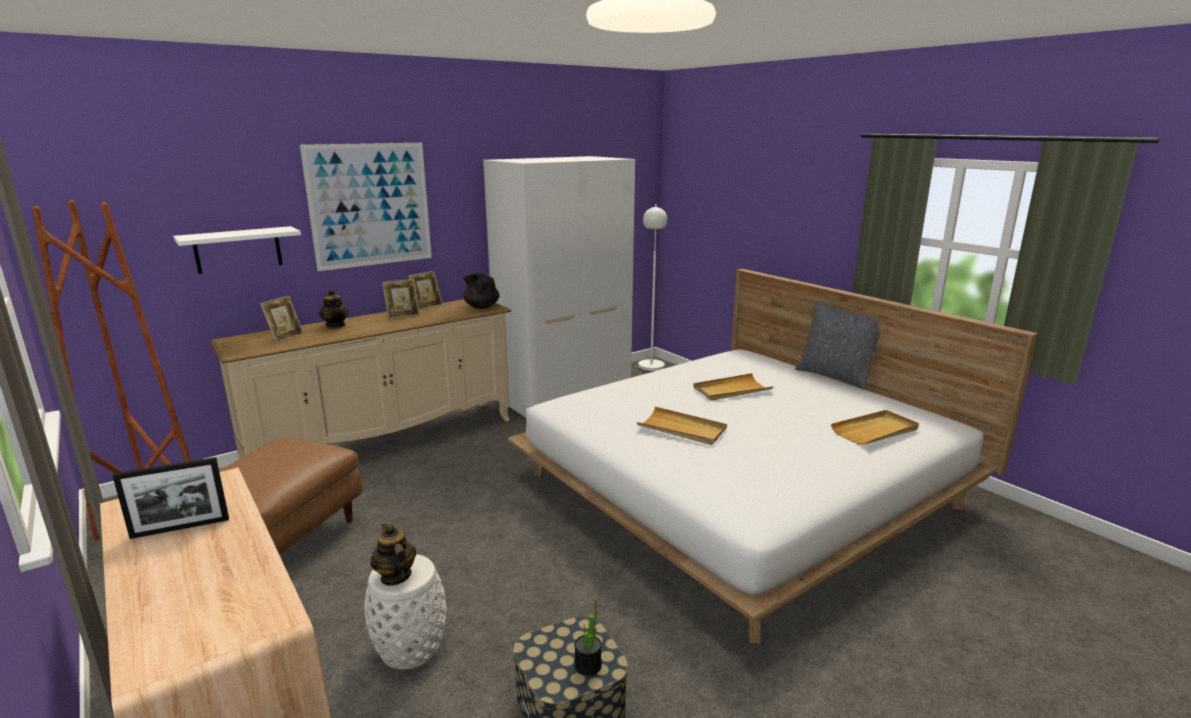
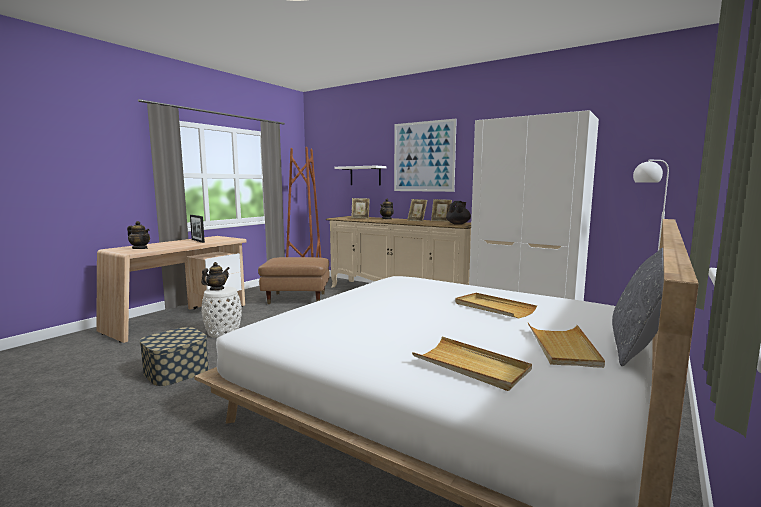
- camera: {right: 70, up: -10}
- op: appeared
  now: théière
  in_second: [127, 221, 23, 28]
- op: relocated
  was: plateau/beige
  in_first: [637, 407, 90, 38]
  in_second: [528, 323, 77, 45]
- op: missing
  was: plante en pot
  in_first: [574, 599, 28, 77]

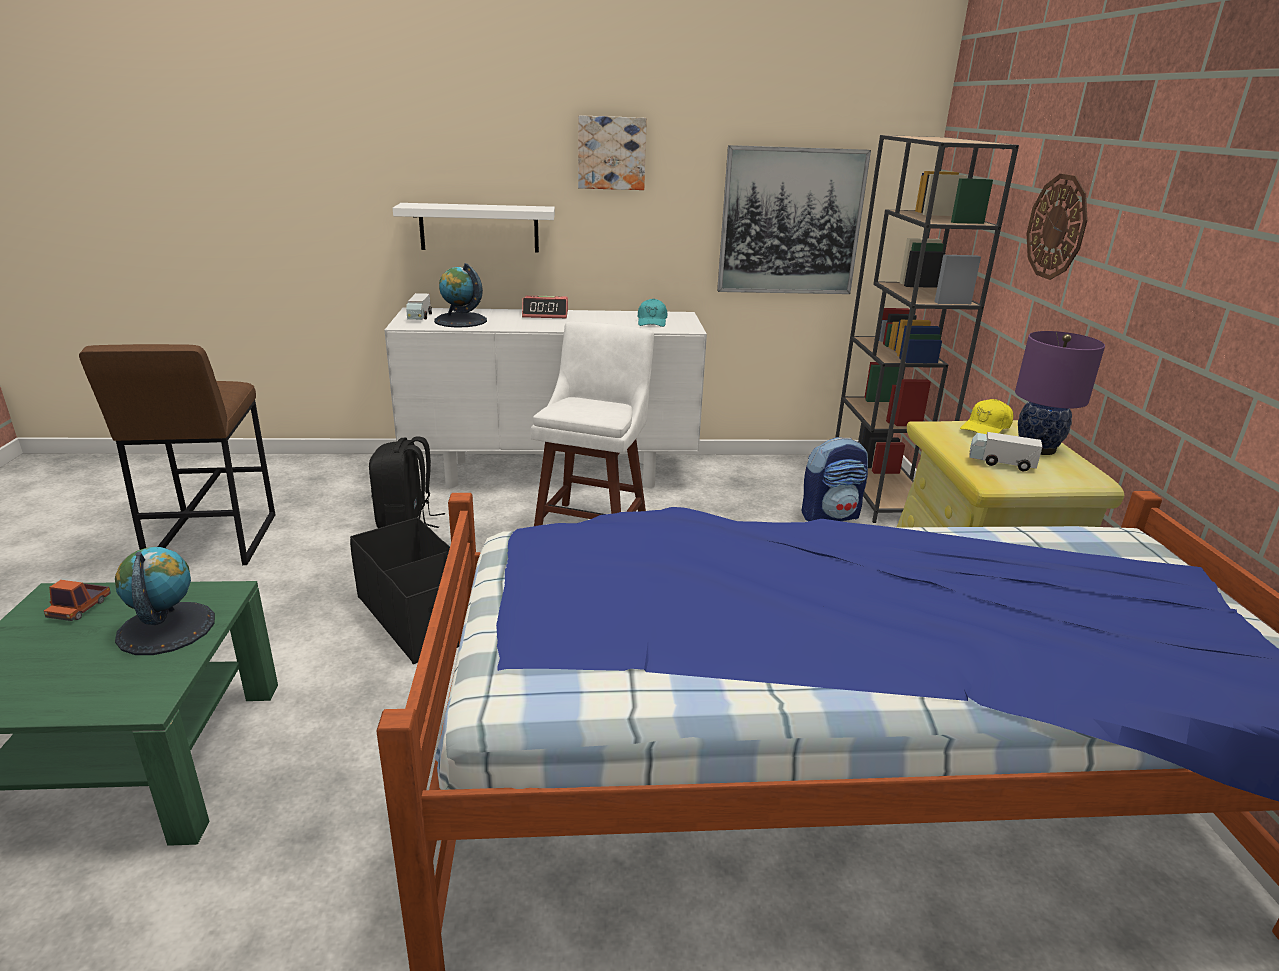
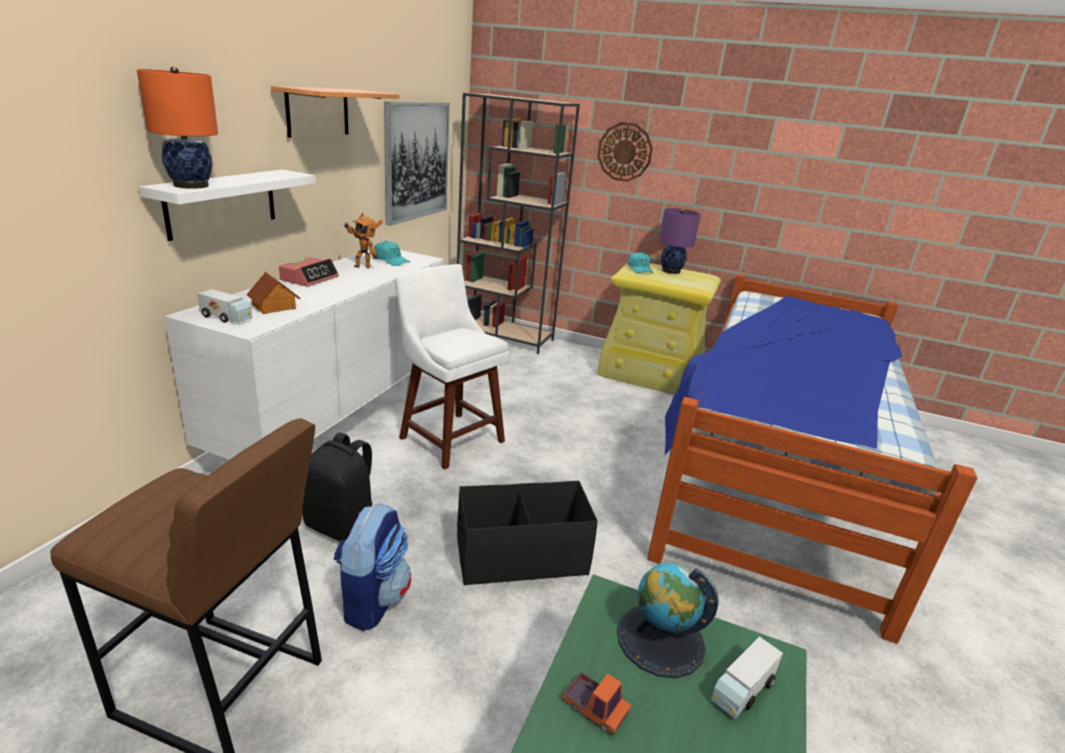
- camera: {right: -65, up: 0}
- op: appeared
  now: lampe de table/orange
  in_second: [137, 66, 81, 123]
- op: exchanged
  was: globe
  now: maison miniature
  in_first: [434, 263, 53, 64]
  in_second: [246, 272, 54, 42]
- op: exchanged
  was: tableau
  now: étagère
  in_first: [578, 115, 69, 75]
  in_second: [271, 86, 128, 52]
- op: relocated
  was: sac à dos
  in_first: [802, 437, 66, 84]
  in_second: [333, 503, 78, 128]
- op: appeared
  now: robot jouet
  in_second: [343, 213, 40, 55]
- op: colour
  was: casquette/jaune
  now: casquette/turquoise
  in_first: [960, 399, 54, 35]
  in_second: [628, 252, 25, 21]
- op: relocated
  was: camion jouet
  in_first: [970, 432, 72, 40]
  in_second: [711, 636, 72, 83]

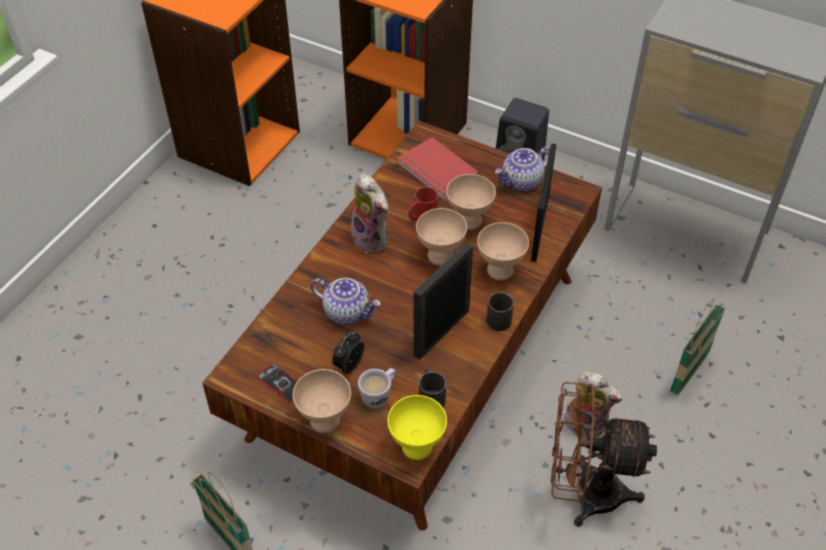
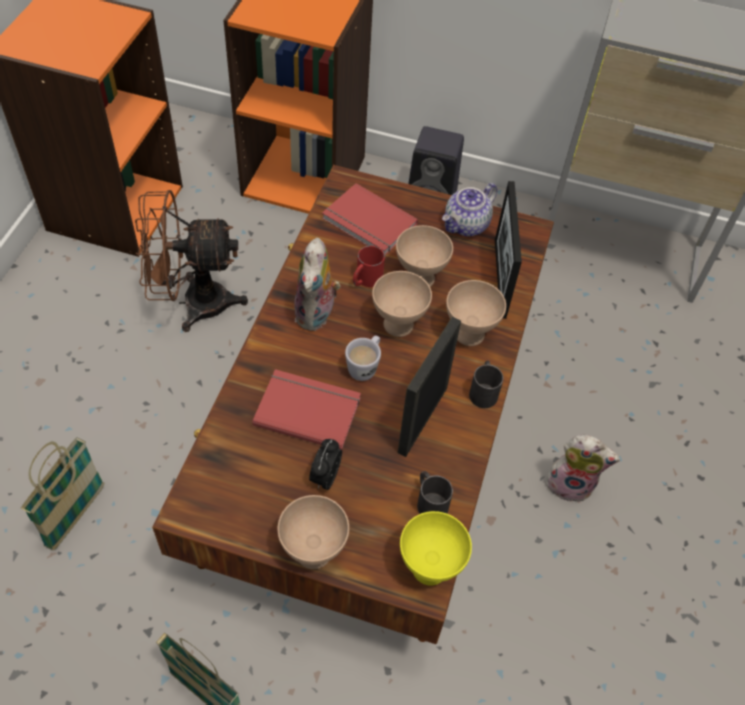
- camera: {right: -15, up: 5}
- op: relocated
  was: panier
  in_first: [670, 299, 56, 97]
  in_second: [20, 438, 84, 113]
- op: relocated
  was: ventilateur/marron
  in_first: [551, 382, 106, 145]
  in_second: [135, 190, 113, 142]
- op: exchanged
  was: théière
  now: livre/rouge
  in_first: [311, 278, 70, 47]
  in_second: [252, 369, 109, 81]
- op: spun
  was: peluche
  in_first: [351, 173, 38, 81]
  in_second: [294, 238, 46, 93]
  clockwise: 60
- op: relocated
  was: mug/blanc
  in_first: [358, 368, 38, 41]
  in_second: [345, 336, 36, 45]
- op: missing
  was: téléphone
  in_first: [258, 363, 39, 40]

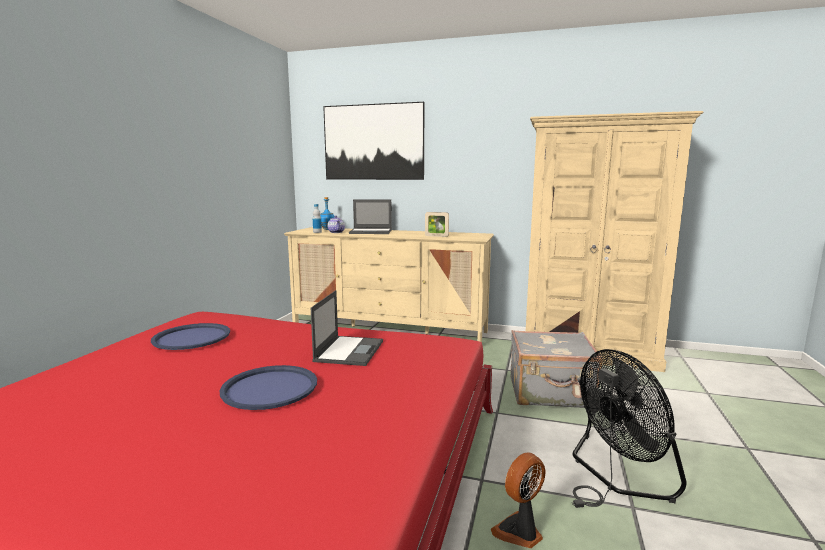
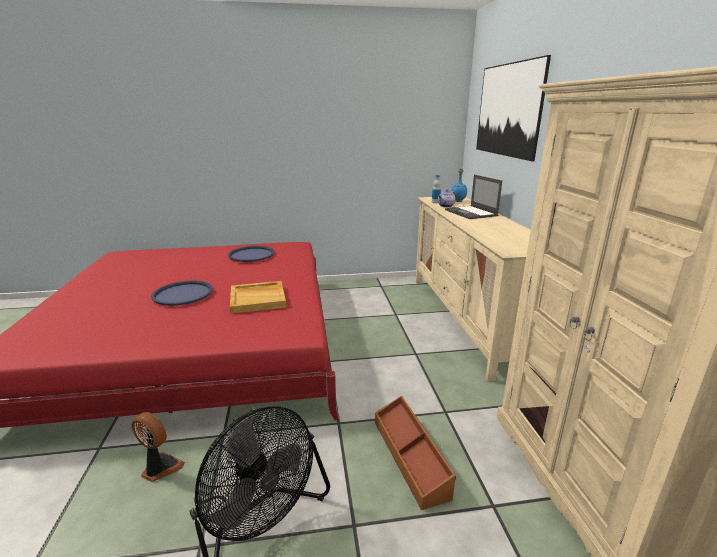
- camera: {right: 65, up: 10}
- op: exchanged
  was: ordinateur portable
  now: plateau/beige
  in_first: [311, 290, 72, 76]
  in_second: [230, 281, 56, 33]
- op: exchanged
  was: valise/gris
  now: boîte de rangement/marron
  in_first: [511, 330, 91, 78]
  in_second: [375, 395, 81, 115]
- op: missing
  was: cadre photo
  in_first: [425, 212, 24, 25]

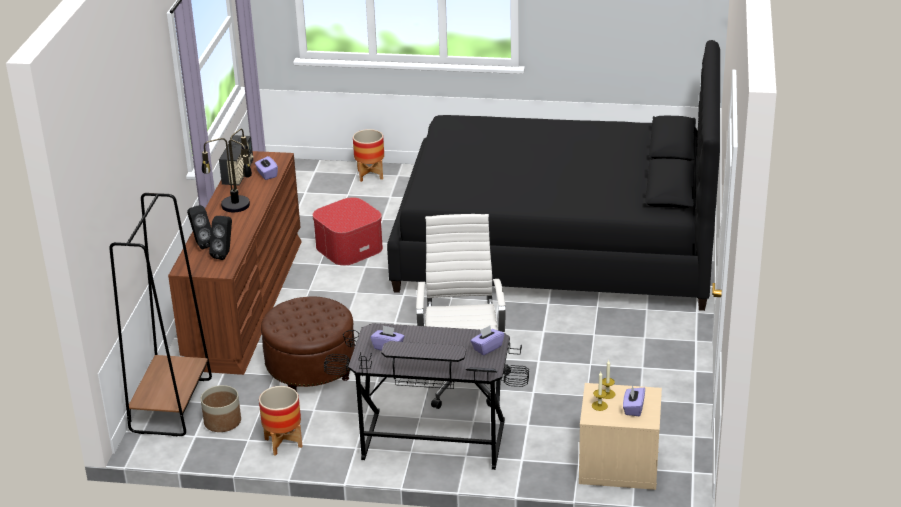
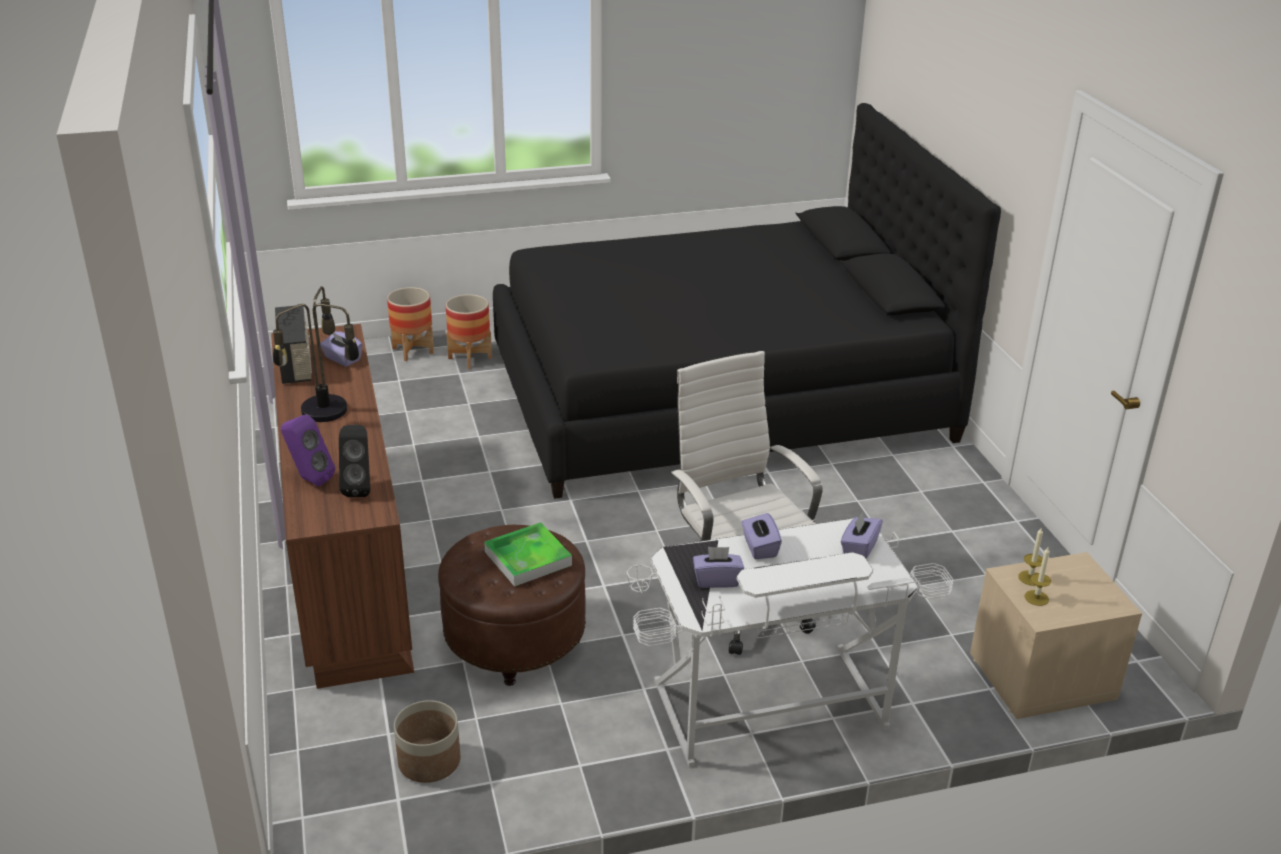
- camera: {right: -25, up: 0}
- op: colour
  was: enceinte/noir
  now: enceinte/violet
  in_first: [187, 205, 24, 44]
  in_second: [281, 414, 54, 73]
- op: relocated
  was: cache-pot
  in_first: [259, 386, 43, 70]
  in_second: [446, 294, 46, 75]
- op: appeared
  now: plateau
  in_second: [484, 522, 88, 65]
- op: colour
  was: bureau/noir
  now: bureau/blanc
  in_first: [324, 323, 205, 147]
  in_second: [627, 518, 327, 249]
- op: relocated
  was: boîte à mouchoirs/violet
  in_first: [623, 385, 22, 31]
  in_second: [741, 513, 41, 46]
- op: missing
  was: portant
  in_first: [109, 193, 103, 243]
- op: missing
  was: pouf
  in_first: [313, 197, 70, 69]

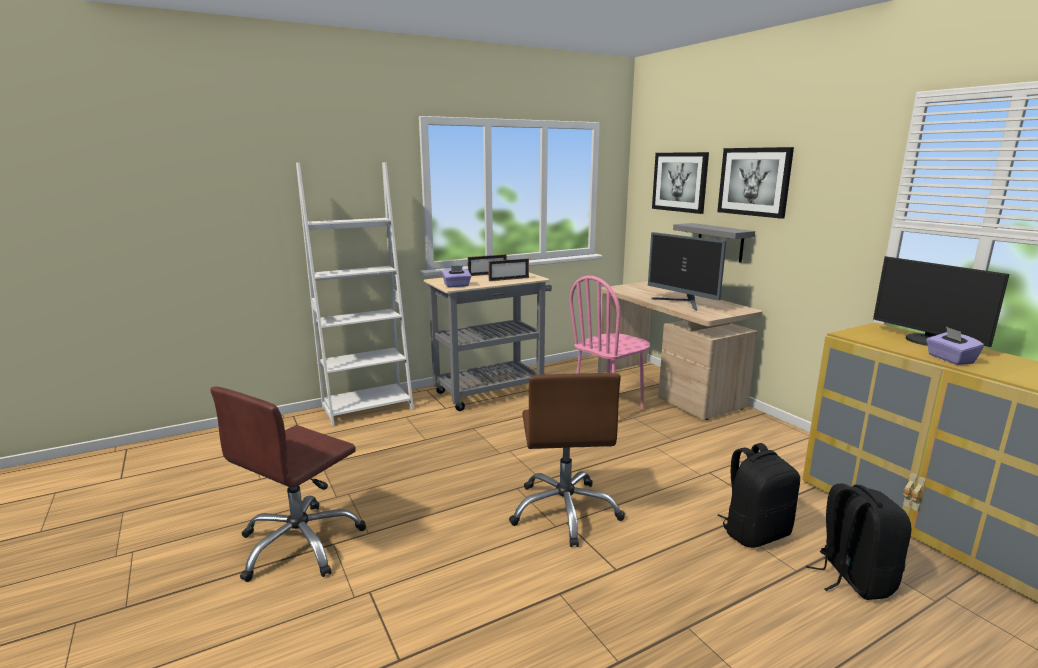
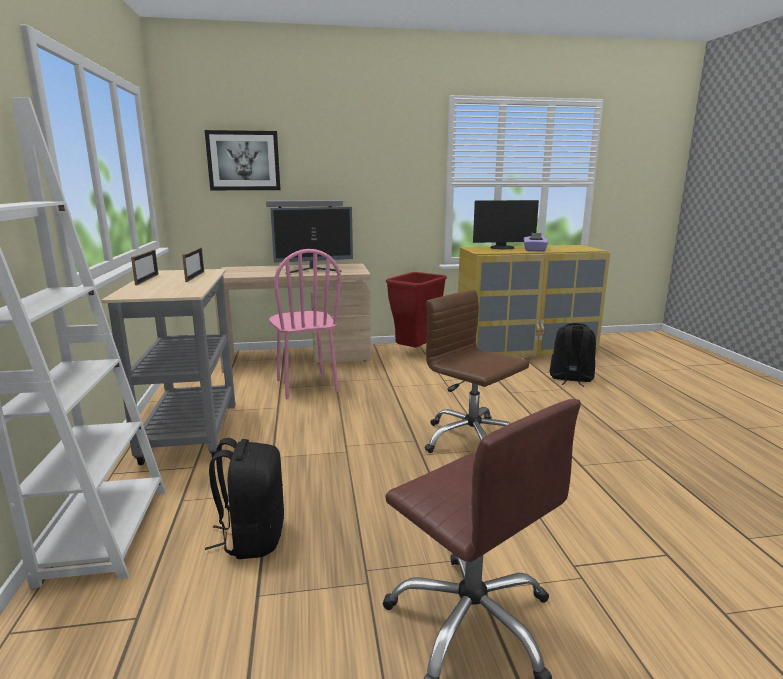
- camera: {right: -70, up: 0}
- op: relocated
  was: sac à dos/noir
  in_first: [717, 443, 83, 105]
  in_second: [205, 438, 79, 121]
- op: appeared
  now: poubelle/rouge
  in_second: [386, 272, 61, 76]
- op: spun
  was: chaise de bureau/marron
  in_first: [509, 373, 116, 174]
  in_second: [425, 290, 104, 163]
  clockwise: -150
- op: missing
  was: boîte à mouchoirs/violet
  in_first: [442, 265, 29, 22]
- op: missing
  was: tableau
  in_first: [717, 147, 77, 72]

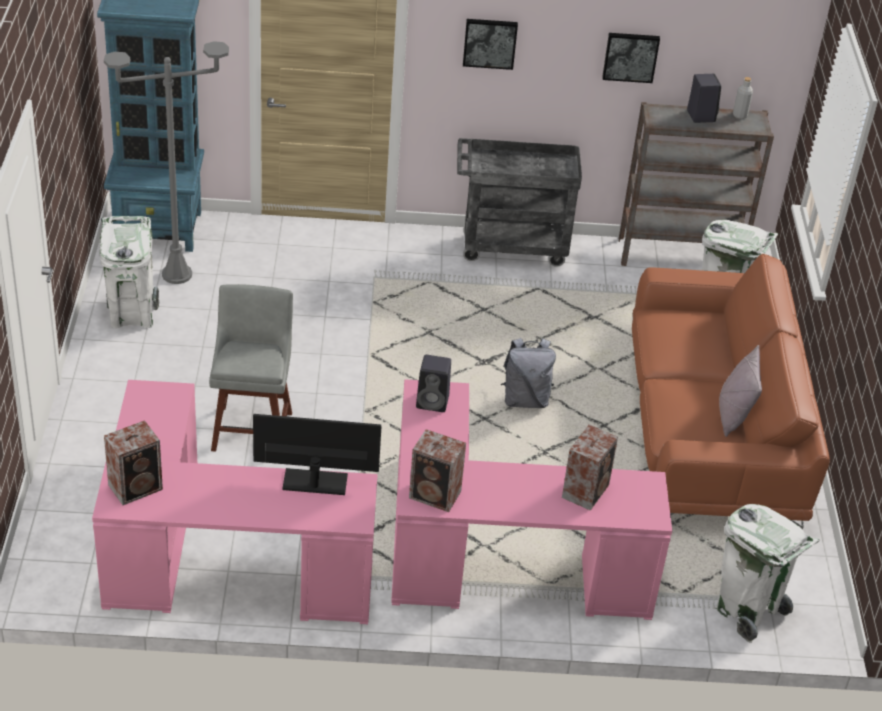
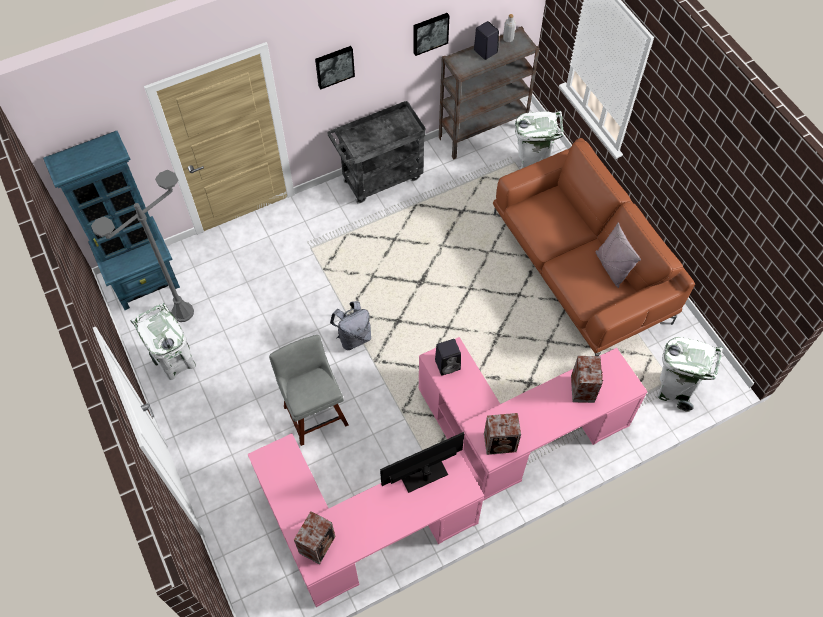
- camera: {right: -25, up: 20}
- op: relocated
  was: sac à dos/gris
  in_first: [501, 338, 55, 70]
  in_second: [330, 301, 41, 49]

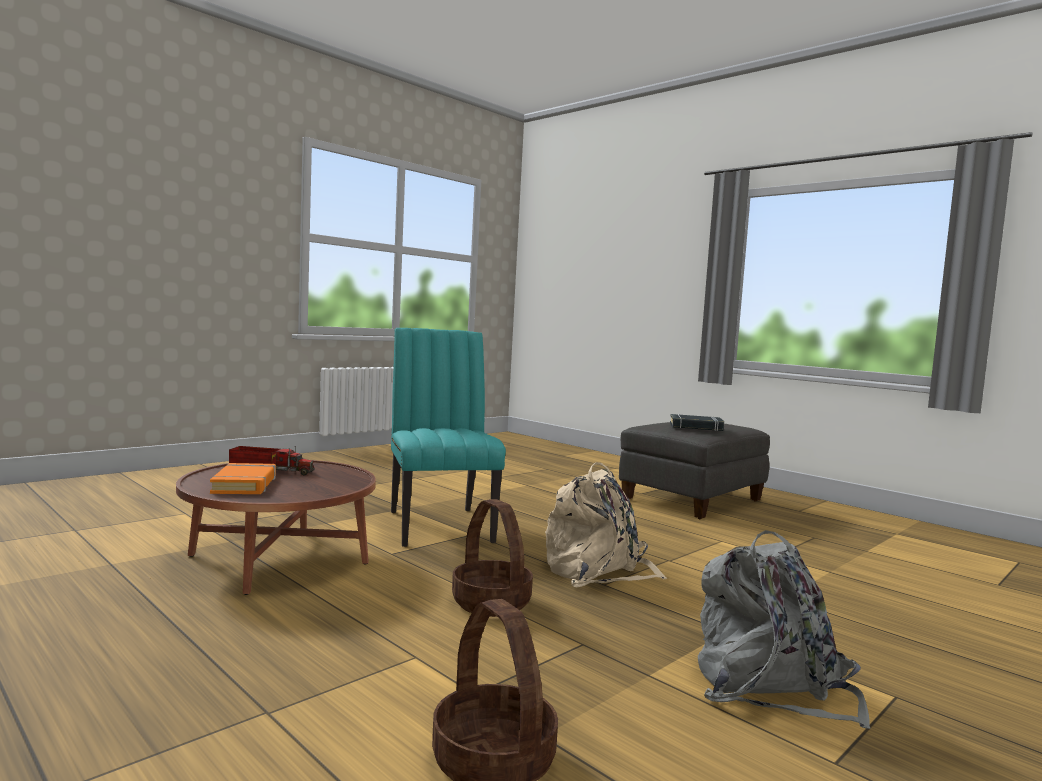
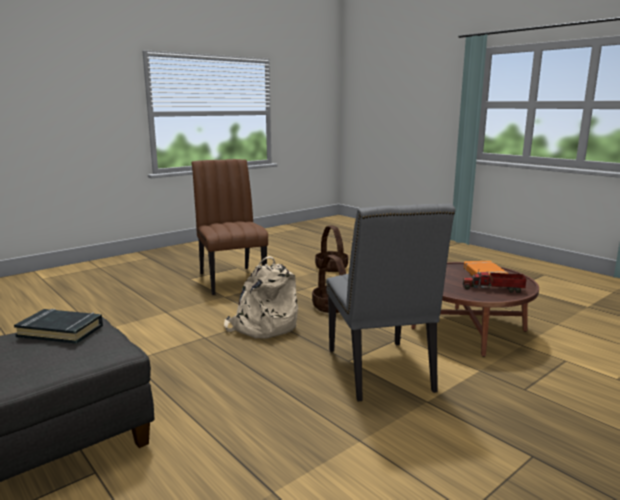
- camera: {right: -175, up: 10}
- op: exchanged
  was: sac à dos/gris
  now: chaise/marron
  in_first: [698, 530, 172, 199]
  in_second: [192, 159, 76, 136]
- op: colour
  was: chaise/turquoise
  now: chaise/gris
  in_first: [391, 328, 115, 219]
  in_second: [326, 204, 130, 197]

